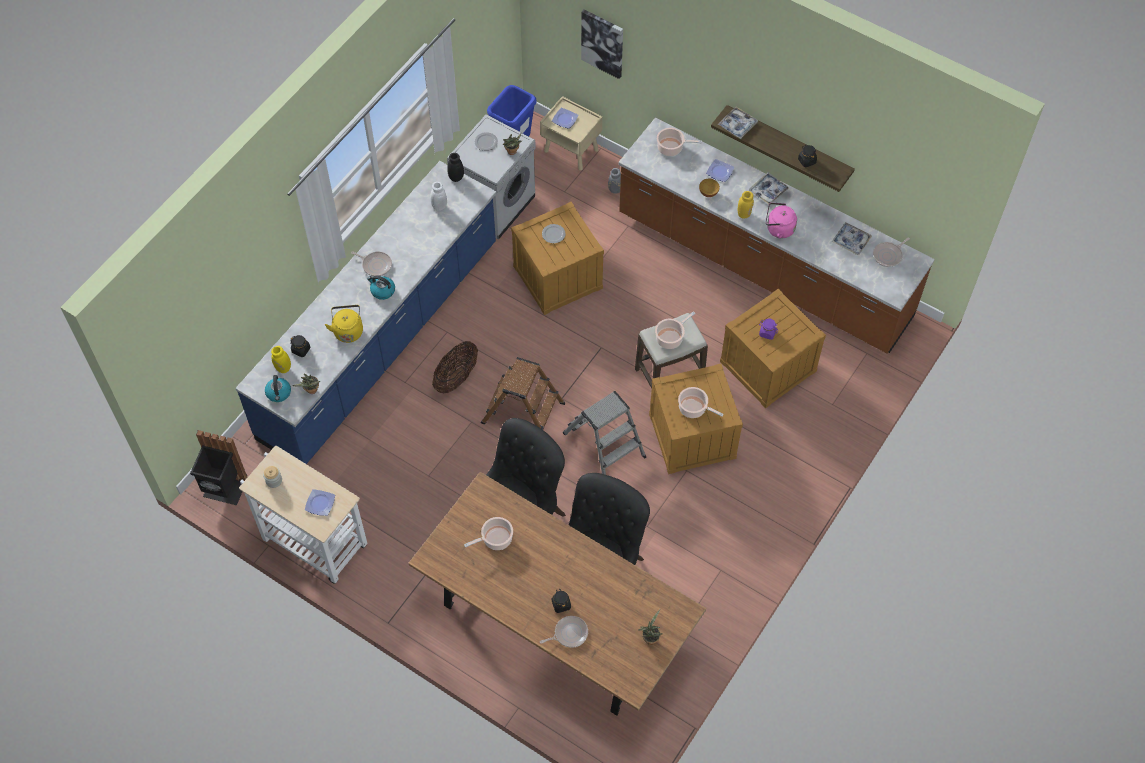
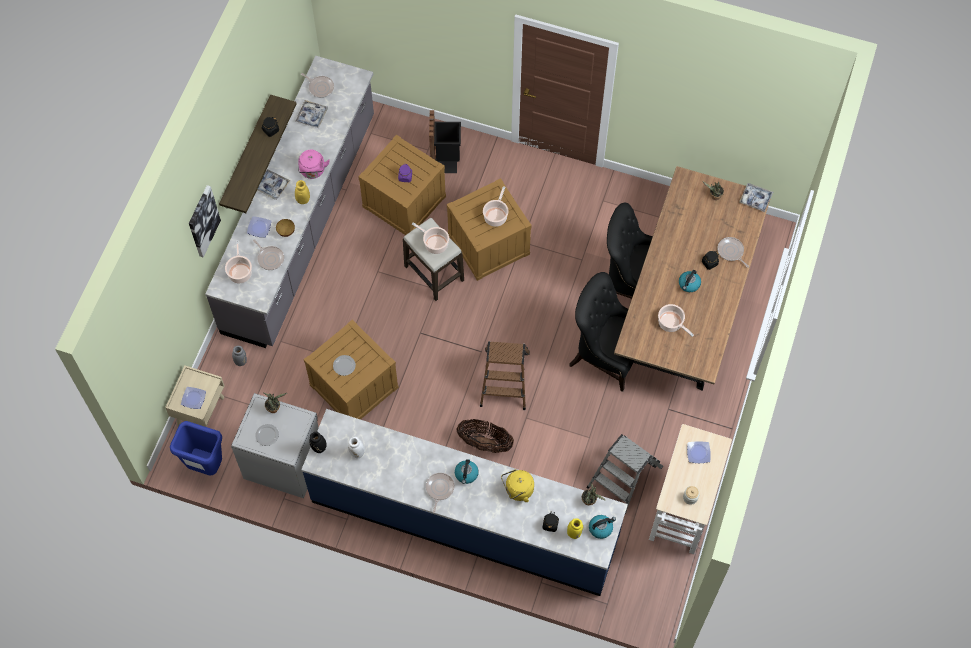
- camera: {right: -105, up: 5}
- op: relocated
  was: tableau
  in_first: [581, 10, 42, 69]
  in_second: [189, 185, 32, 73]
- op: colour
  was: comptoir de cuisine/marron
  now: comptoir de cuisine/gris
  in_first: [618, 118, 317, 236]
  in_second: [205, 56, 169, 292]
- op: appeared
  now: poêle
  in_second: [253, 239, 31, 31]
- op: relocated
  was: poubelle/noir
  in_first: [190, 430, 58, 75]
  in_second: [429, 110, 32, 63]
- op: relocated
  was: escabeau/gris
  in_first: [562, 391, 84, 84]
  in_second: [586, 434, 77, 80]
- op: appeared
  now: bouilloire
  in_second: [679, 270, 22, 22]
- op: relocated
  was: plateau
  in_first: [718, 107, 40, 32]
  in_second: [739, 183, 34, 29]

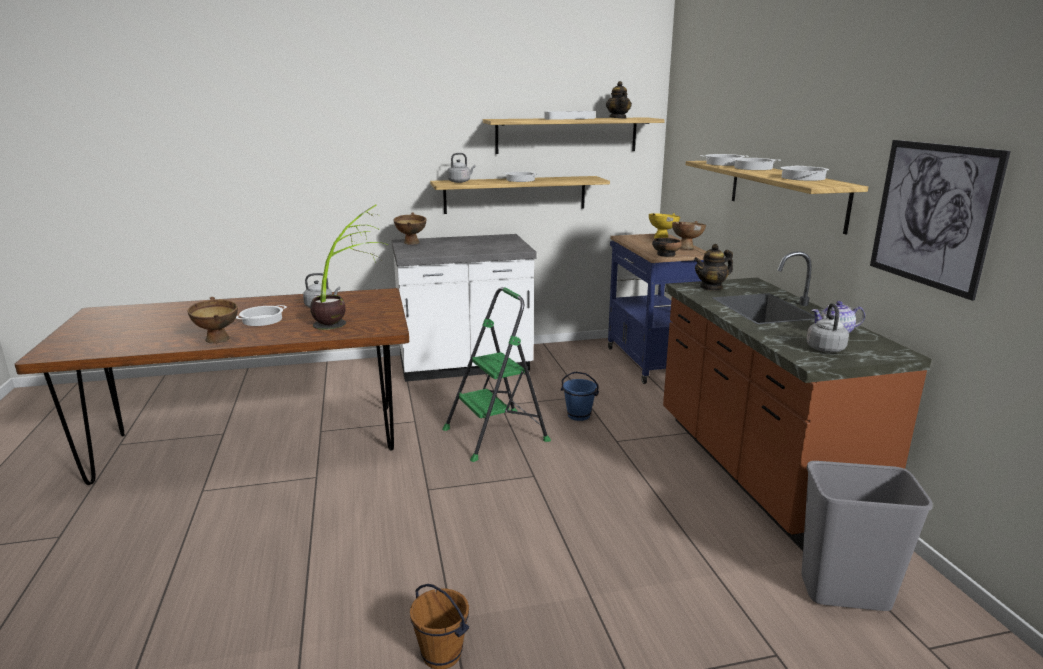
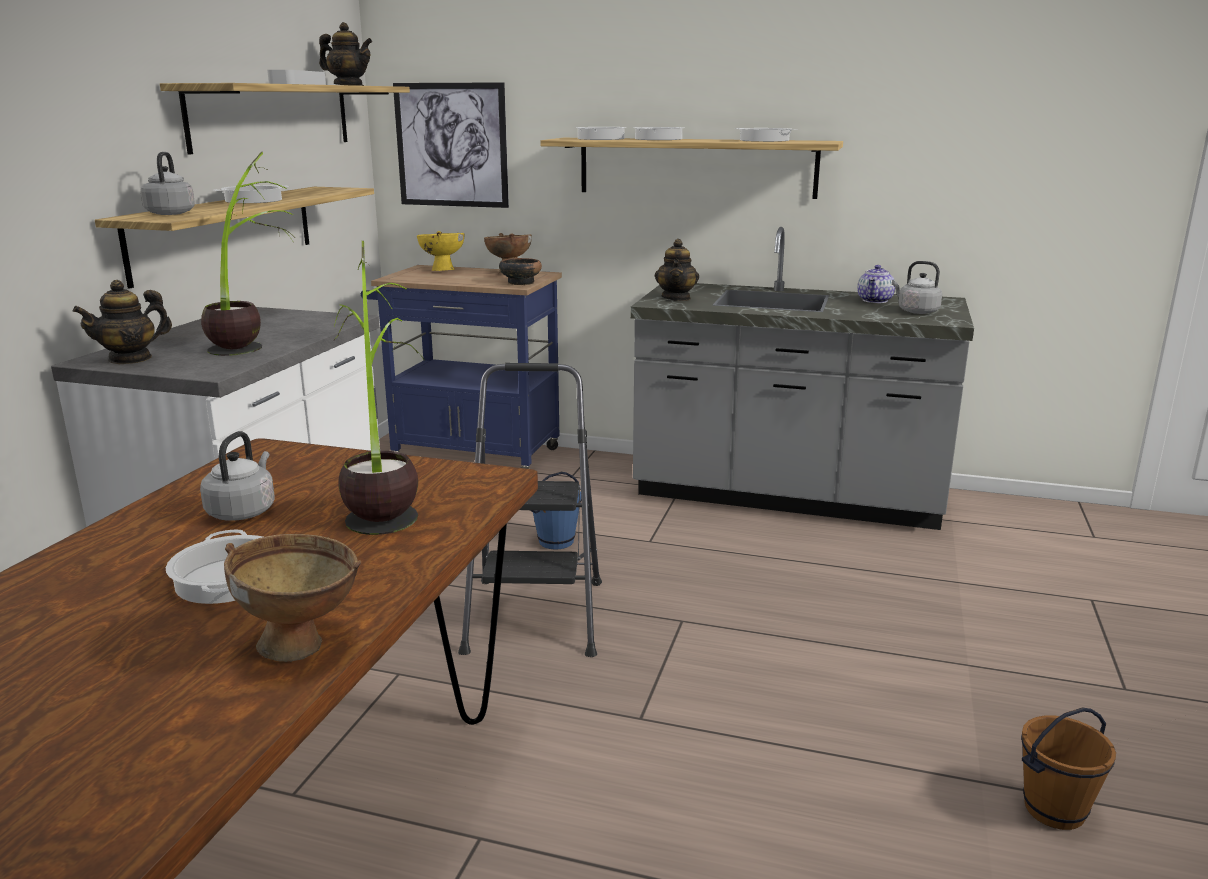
- camera: {right: -60, up: 0}
- op: exchanged
  was: bol/marron
  now: théière
  in_first: [394, 212, 32, 33]
  in_second: [72, 280, 100, 84]
- op: appeared
  now: plante en pot
  in_second: [201, 152, 93, 204]
- op: relocated
  was: tableau
  in_first: [870, 140, 141, 161]
  in_second: [393, 82, 116, 126]
- op: colour
  was: escabeau/vert
  now: escabeau/noir
  in_first: [442, 287, 109, 175]
  in_second: [458, 363, 144, 294]
- op: colour
  was: comptoir de cuisine/marron
  now: comptoir de cuisine/gris
  in_first: [663, 251, 269, 300]
  in_second: [630, 227, 344, 303]
- op: missing
  was: poubelle/gris
  in_first: [802, 461, 131, 150]

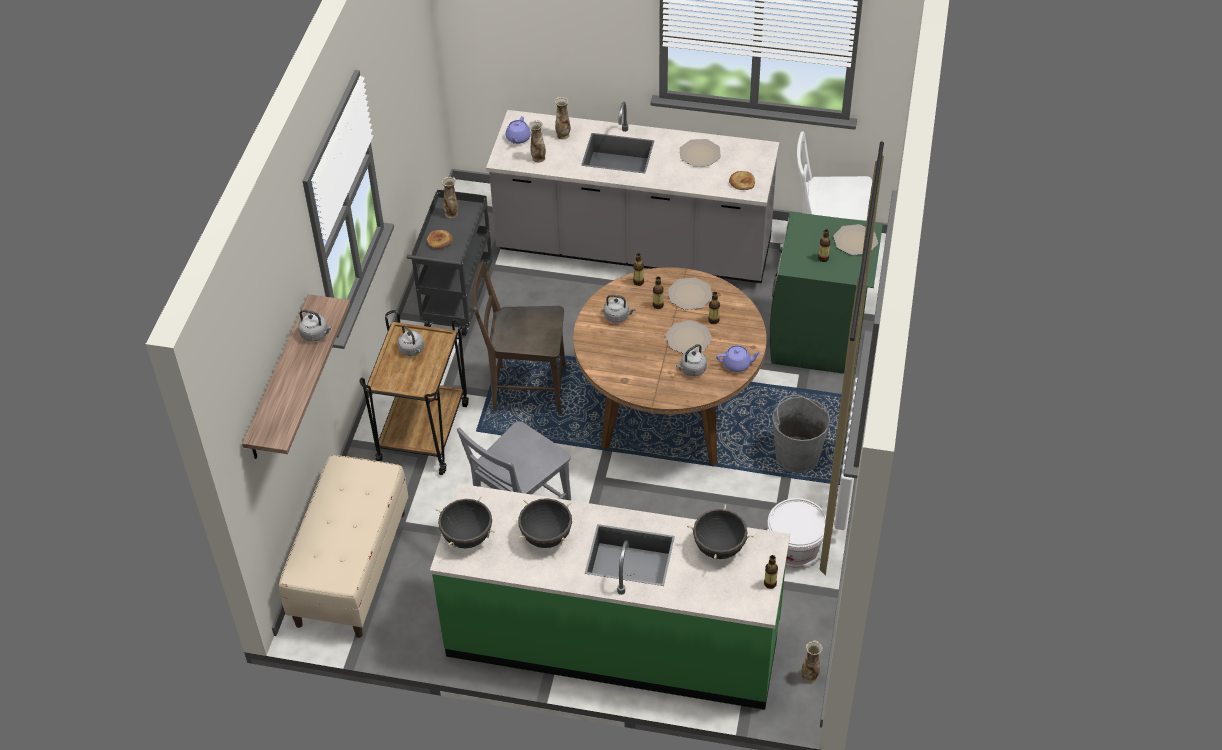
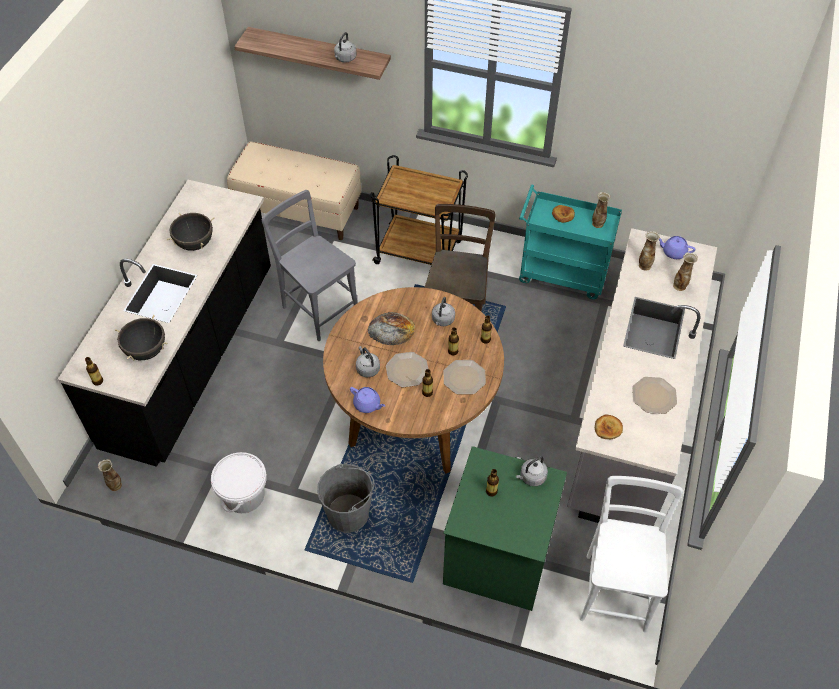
- camera: {right: 95, up: 5}
- op: colour
  was: comptoir de cuisine/vert
  now: comptoir de cuisine/noir
  in_first: [430, 483, 360, 227]
  in_second: [58, 180, 213, 287]
- op: spun
  was: théière/violet
  in_first: [716, 345, 46, 27]
  in_second: [350, 387, 35, 26]
  clockwise: -60
- op: appeared
  now: pain
  in_second: [368, 312, 47, 33]
- op: relocated
  was: bouilloire/gris
  in_first: [398, 325, 26, 31]
  in_second: [516, 456, 32, 30]
- op: colour
  was: chariot/gris
  now: chariot/turquoise
  in_first: [407, 190, 86, 146]
  in_second: [519, 185, 103, 114]
- op: missing
  was: marmite/noir
  in_first: [436, 496, 59, 52]
- op: missing
  was: assiette
  in_first: [833, 224, 45, 31]

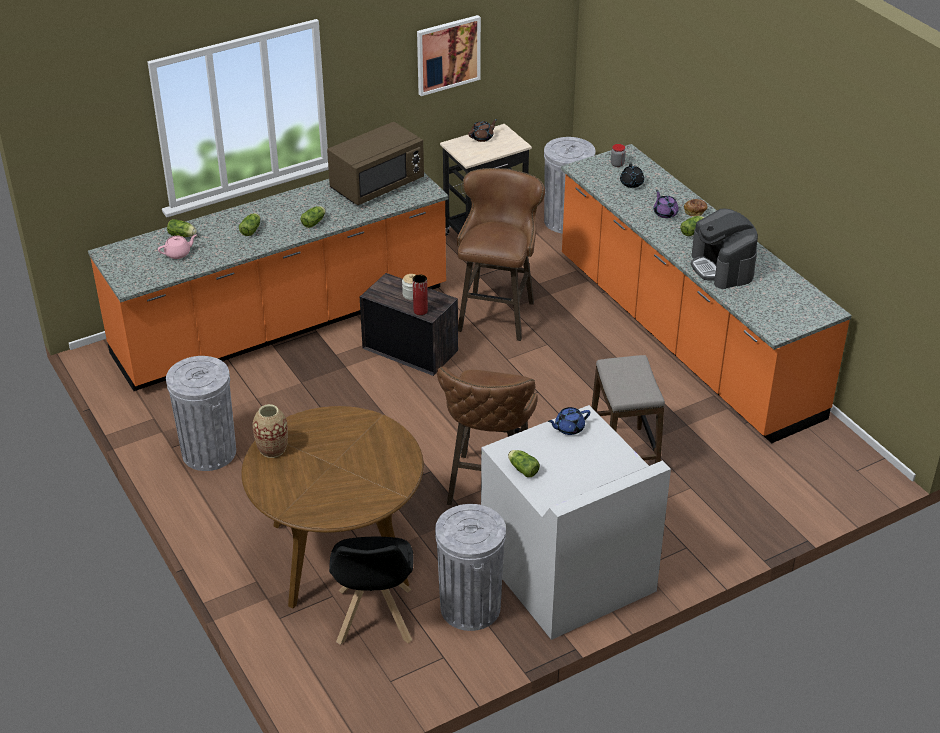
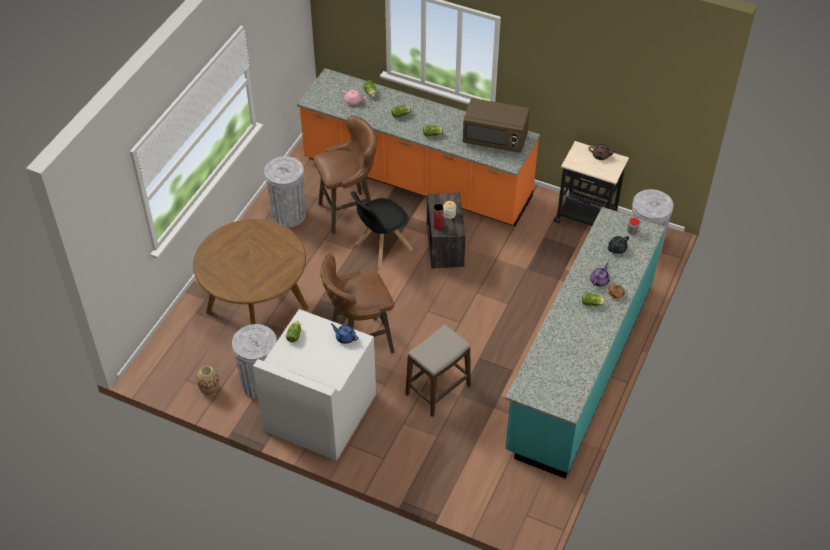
- camera: {right: 55, up: 10}
- op: relocated
  was: vase
  in_first: [252, 404, 36, 54]
  in_second: [197, 366, 22, 30]
- op: relocated
  was: tabouret/marron
  in_first: [457, 168, 88, 173]
  in_second: [313, 116, 64, 118]
- op: relocated
  was: chaise/noir
  in_first: [329, 537, 85, 108]
  in_second: [351, 191, 62, 77]
- op: colour
  was: comptoir de cuisine/orange
  now: comptoir de cuisine/turquoise
  in_first: [561, 144, 291, 299]
  in_second: [505, 207, 160, 272]
- op: missing
  was: tableau
  in_first: [417, 15, 64, 81]
- op: missing
  was: machine à café
  in_first: [691, 208, 67, 81]

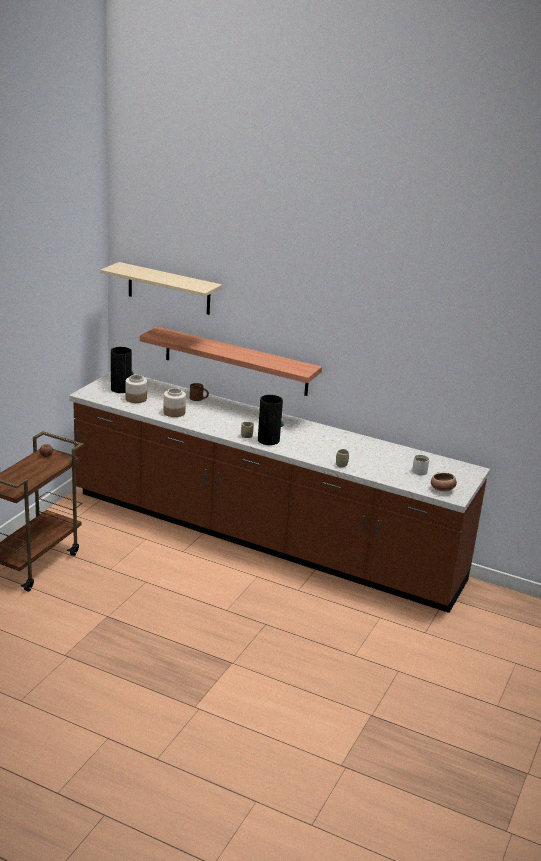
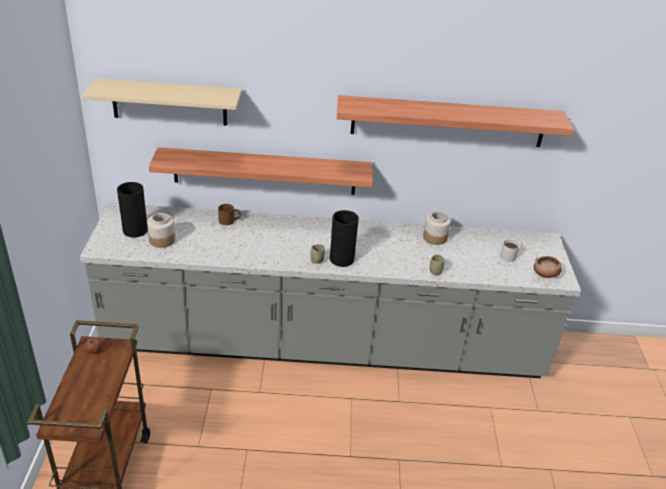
- camera: {right: -25, up: 10}
- op: colour
  was: comptoir de cuisine/marron
  now: comptoir de cuisine/gris
  in_first: [69, 372, 421, 241]
  in_second: [80, 203, 501, 175]
- op: appeared
  now: étagère
  in_second: [337, 95, 237, 52]
- op: relocated
  was: bocal
  in_first: [163, 388, 23, 29]
  in_second: [423, 212, 28, 33]

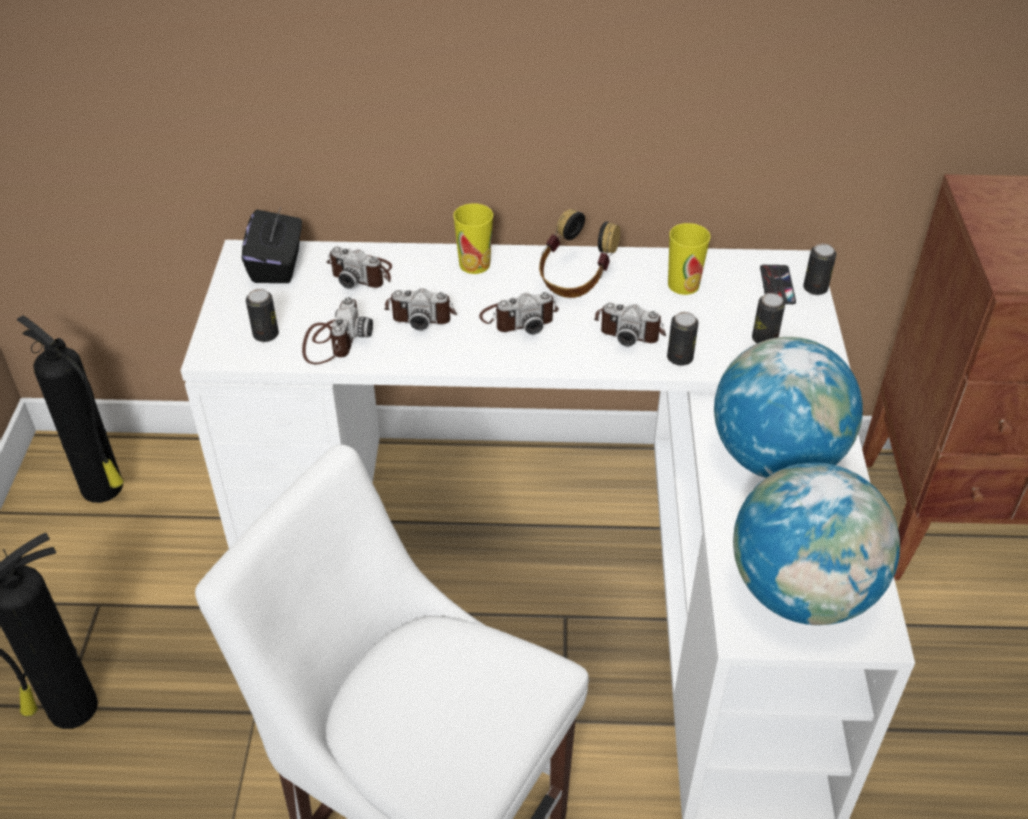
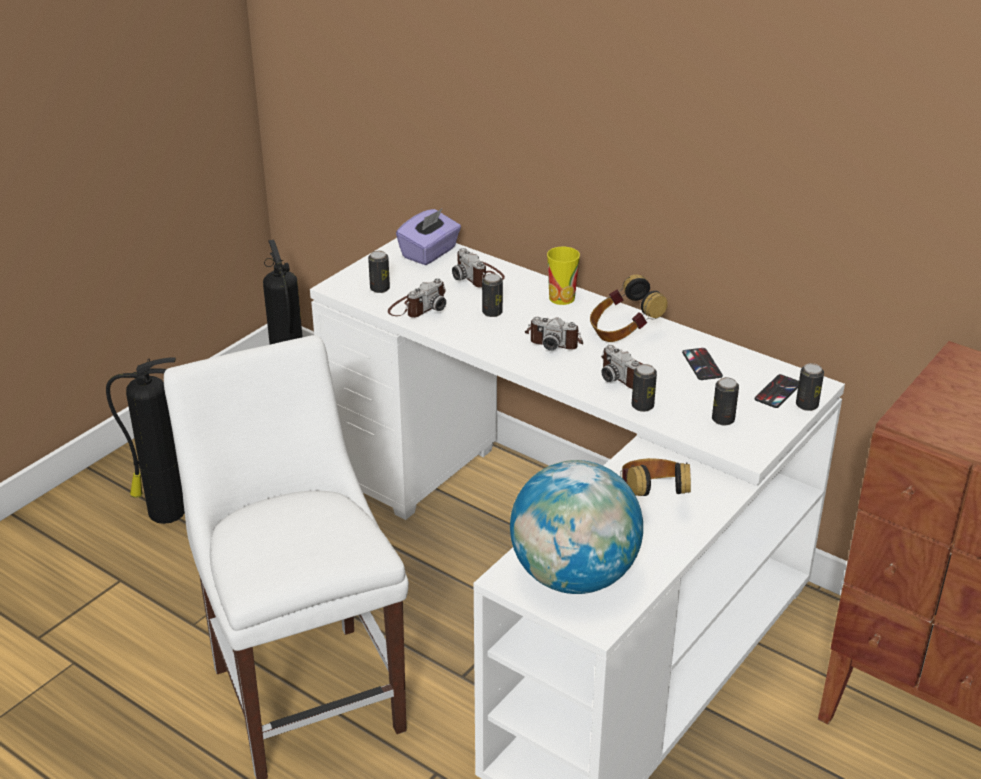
- camera: {right: 35, up: -10}
- op: colour
  was: boîte à mouchoirs/noir
  now: boîte à mouchoirs/violet
  in_first: [242, 208, 60, 75]
  in_second: [396, 209, 65, 56]
- op: exchanged
  was: appareil photo
  now: boîte métallique
  in_first: [384, 288, 73, 42]
  in_second: [482, 274, 21, 43]
- op: exchanged
  was: globe
  now: casque audio
  in_first: [714, 337, 149, 141]
  in_second: [620, 458, 71, 38]
- op: exchanged
  was: tasse
  now: téléphone
  in_first: [668, 223, 43, 72]
  in_second: [682, 348, 41, 32]

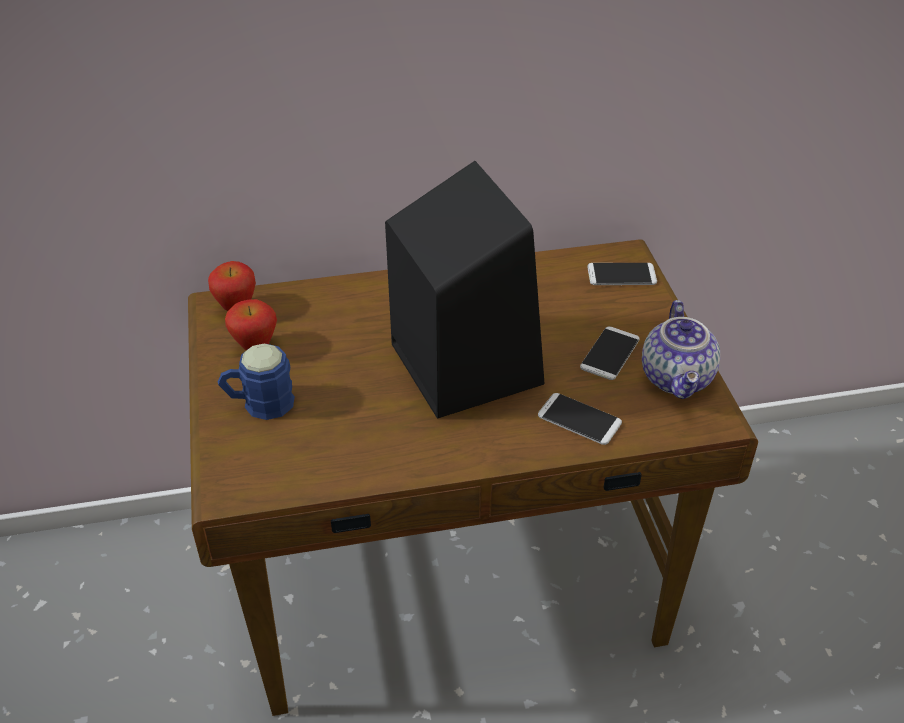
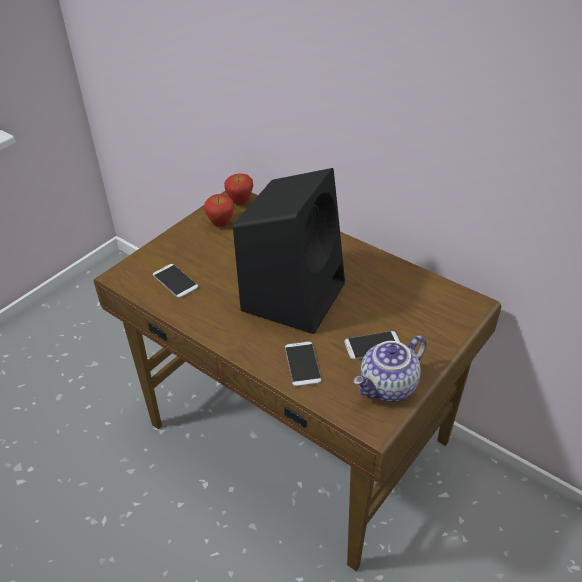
- camera: {right: 50, up: 0}
- op: relocated
  was: téléphone
  in_first: [587, 263, 70, 22]
  in_second: [153, 264, 45, 34]
- op: missing
  was: mug/bleu
  in_first: [218, 344, 77, 76]

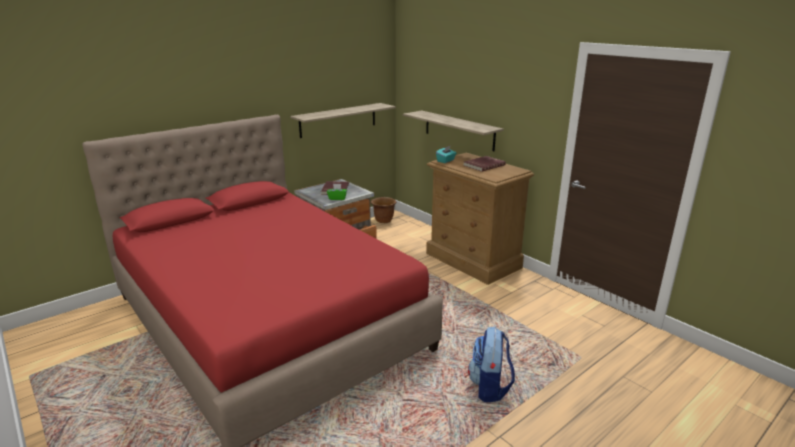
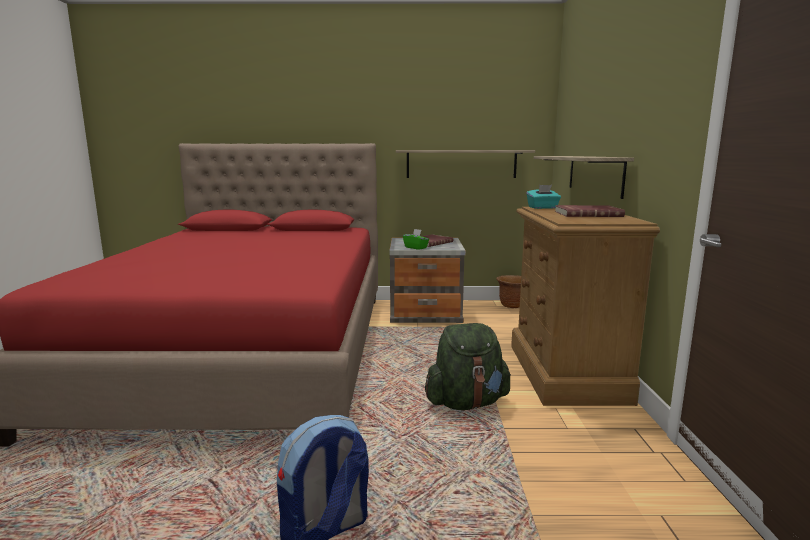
- camera: {right: 40, up: -10}
- op: appeared
  now: sac à dos/vert
  in_second: [425, 323, 86, 87]

